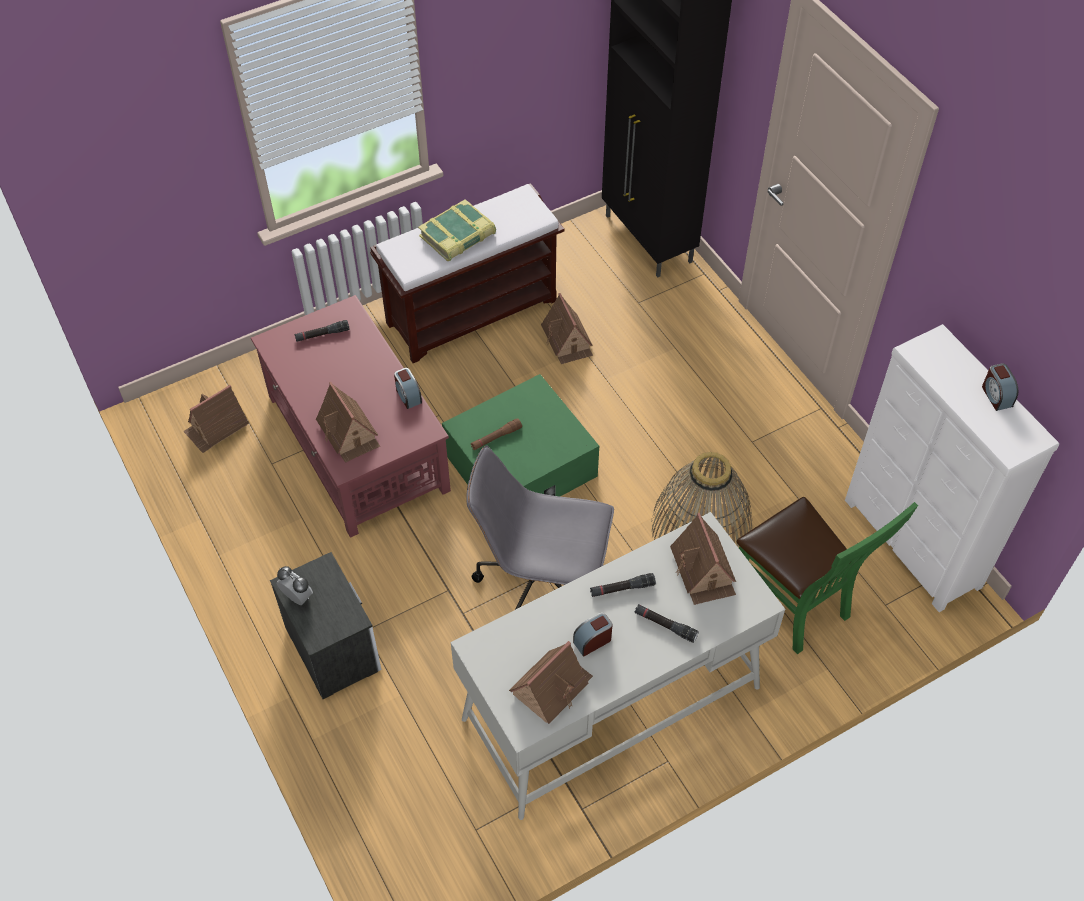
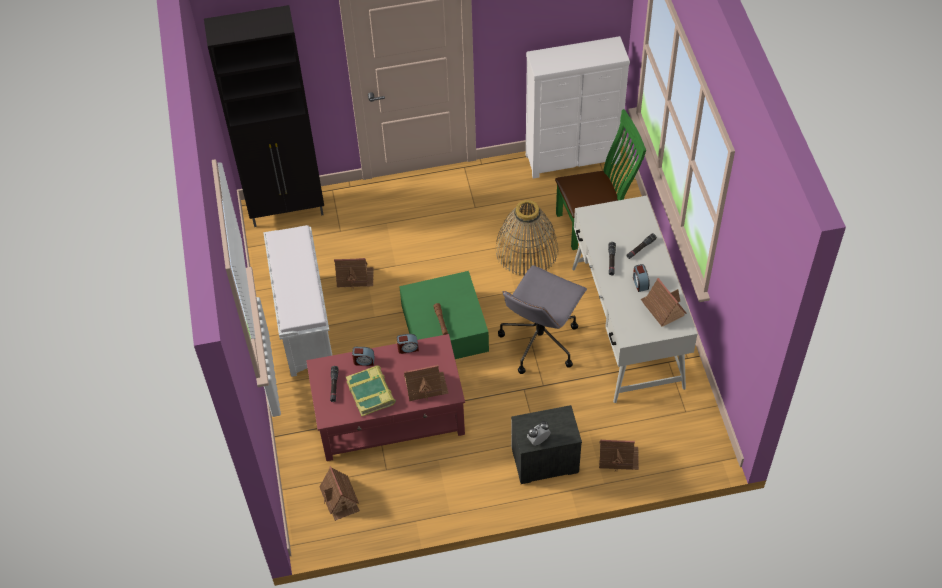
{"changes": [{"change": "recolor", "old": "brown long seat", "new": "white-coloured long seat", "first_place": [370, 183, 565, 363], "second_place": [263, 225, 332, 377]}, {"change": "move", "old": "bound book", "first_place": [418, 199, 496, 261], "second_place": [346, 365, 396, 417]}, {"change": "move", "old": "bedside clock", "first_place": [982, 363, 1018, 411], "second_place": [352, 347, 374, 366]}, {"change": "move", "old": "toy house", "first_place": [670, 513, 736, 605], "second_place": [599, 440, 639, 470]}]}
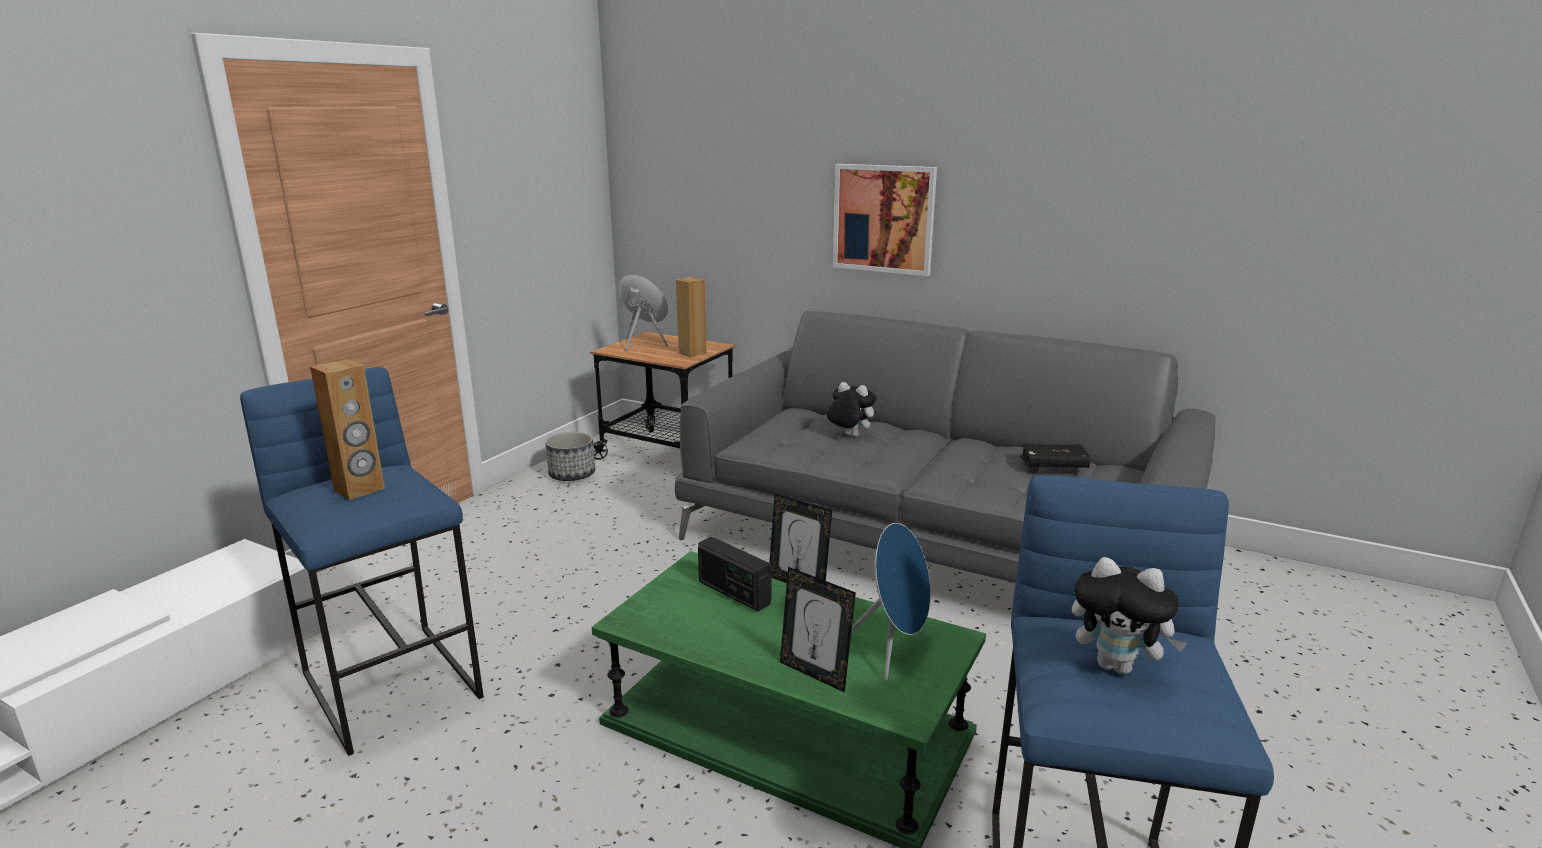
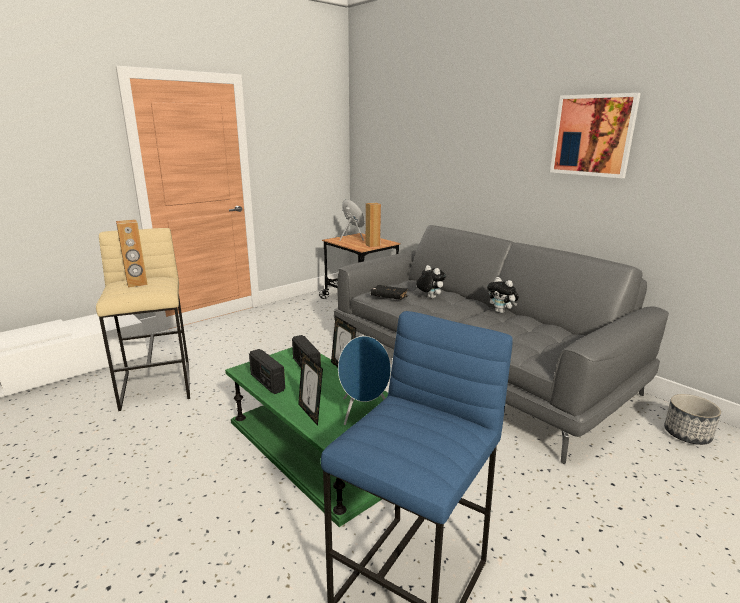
{"changes": [{"change": "move", "old": "picture", "first_place": [833, 164, 937, 276], "second_place": [550, 93, 641, 178]}, {"change": "recolor", "old": "blue stool seat", "new": "sand-coloured stool seat", "first_place": [240, 367, 484, 756], "second_place": [96, 228, 190, 411]}, {"change": "move", "old": "flower pot", "first_place": [545, 432, 595, 481], "second_place": [664, 394, 721, 445]}, {"change": "move", "old": "black-coloured bound book", "first_place": [1020, 443, 1090, 468], "second_place": [371, 285, 408, 300]}, {"change": "move", "old": "plush toy", "first_place": [1072, 557, 1187, 674], "second_place": [487, 277, 519, 313]}, {"change": "insert", "new": "radio set", "second_place": [249, 349, 285, 394]}]}
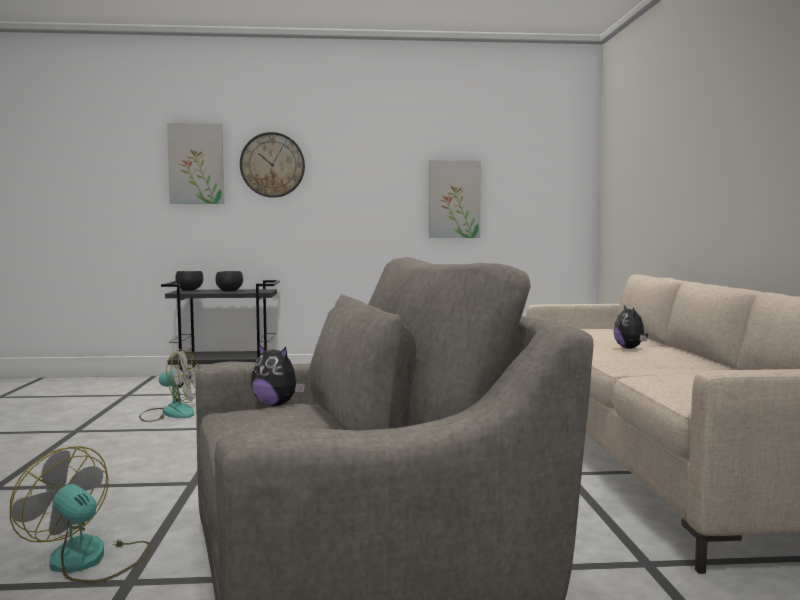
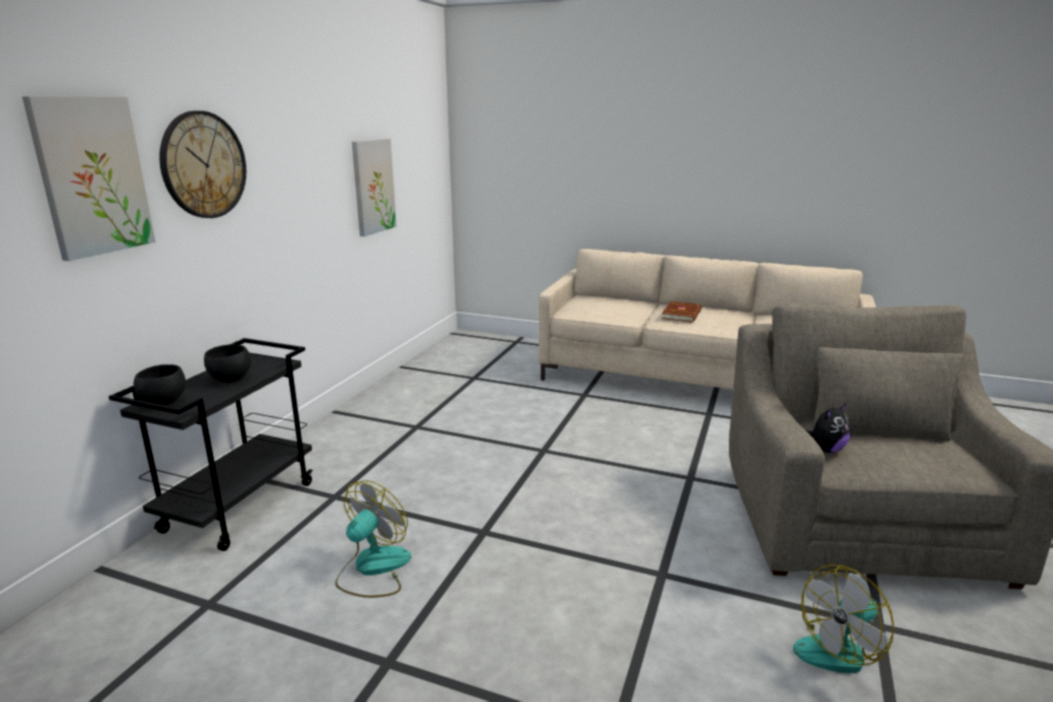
{"changes": [{"change": "replace", "old": "plush toy", "new": "brown bound book", "first_place": [614, 305, 648, 349], "second_place": [662, 301, 702, 323]}]}
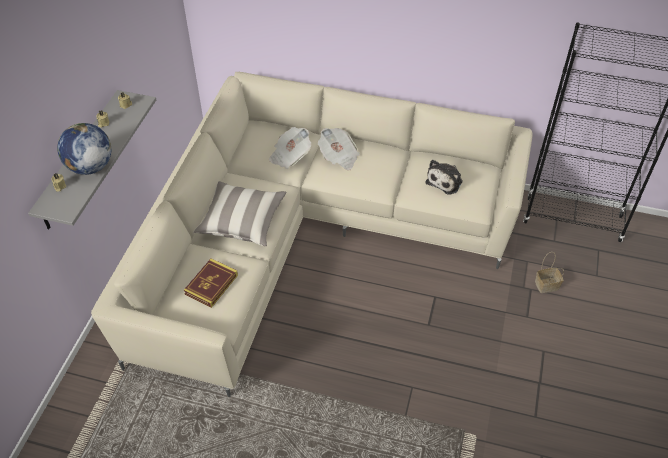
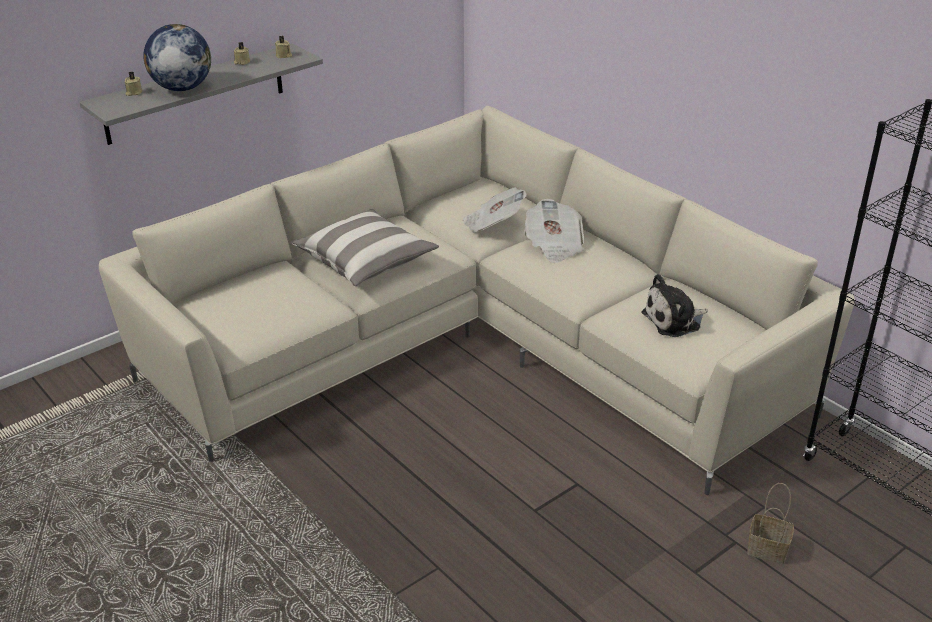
{"changes": [{"change": "delete", "old": "bound book", "first_place": [184, 258, 238, 308]}]}
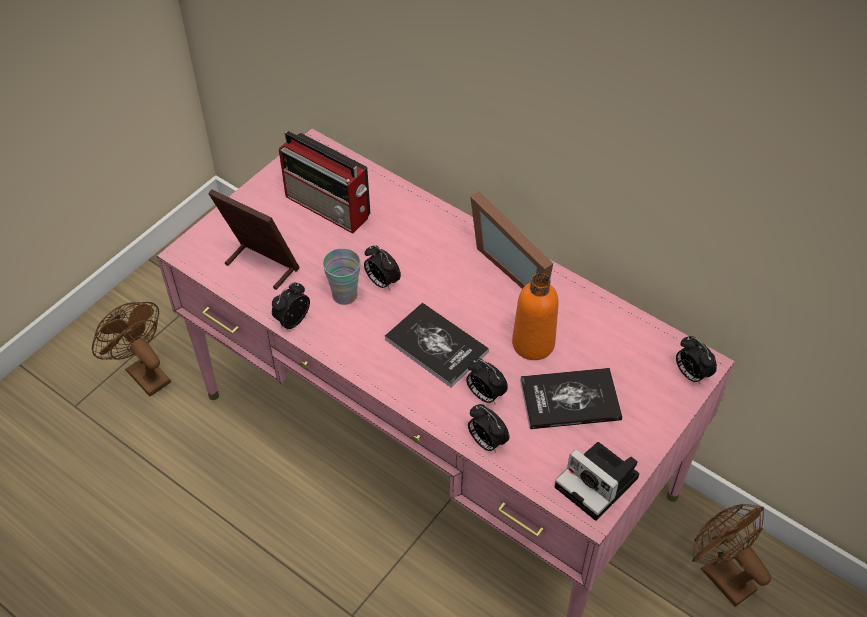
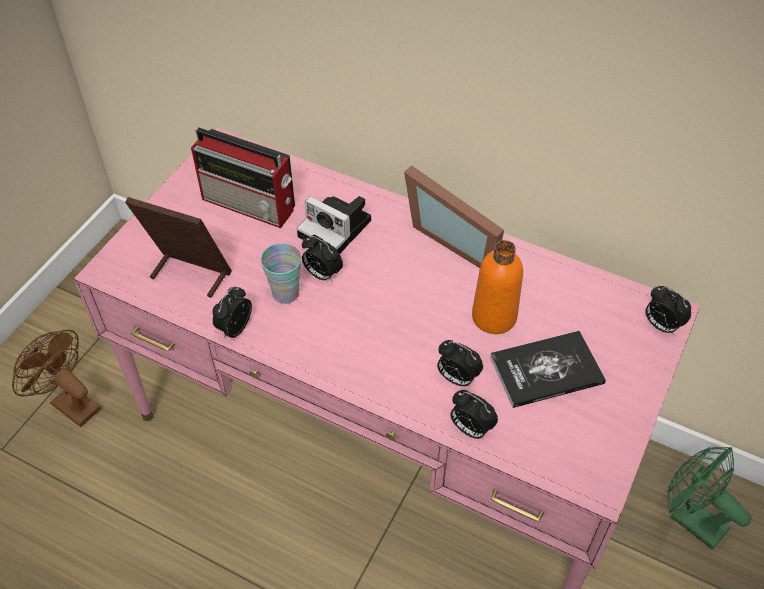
{"changes": [{"change": "delete", "old": "bound book", "first_place": [385, 303, 489, 388]}, {"change": "move", "old": "photo camera", "first_place": [555, 442, 639, 521], "second_place": [297, 196, 371, 254]}, {"change": "recolor", "old": "brown fan", "new": "greenish fan", "first_place": [692, 504, 771, 607], "second_place": [667, 447, 751, 549]}]}
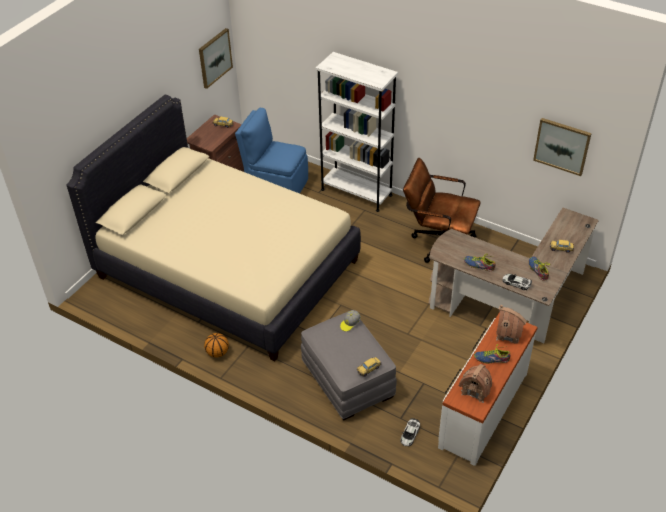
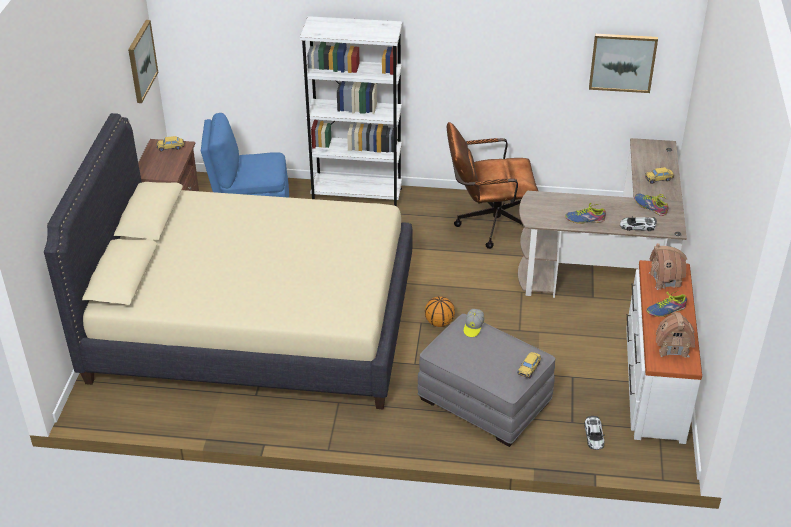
{"changes": [{"change": "move", "old": "ball for basketball", "first_place": [204, 333, 229, 357], "second_place": [425, 297, 455, 327]}]}
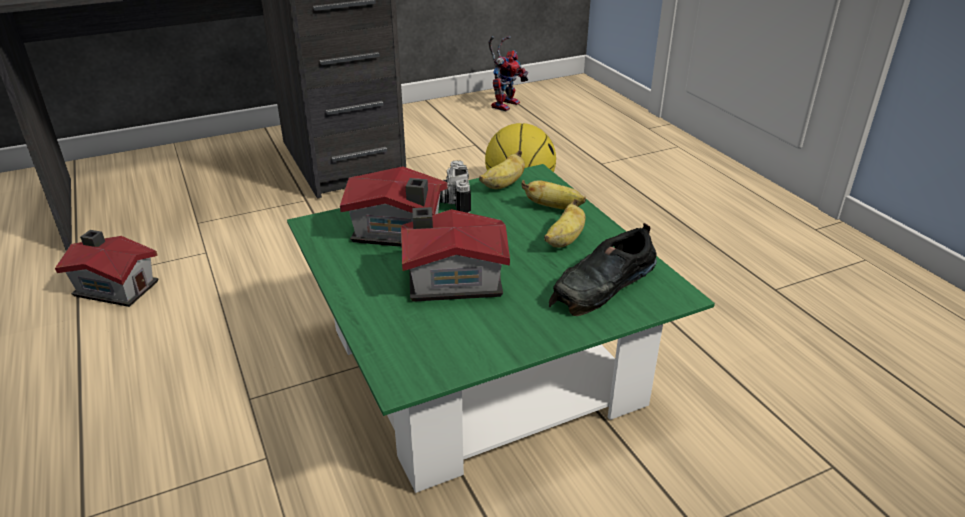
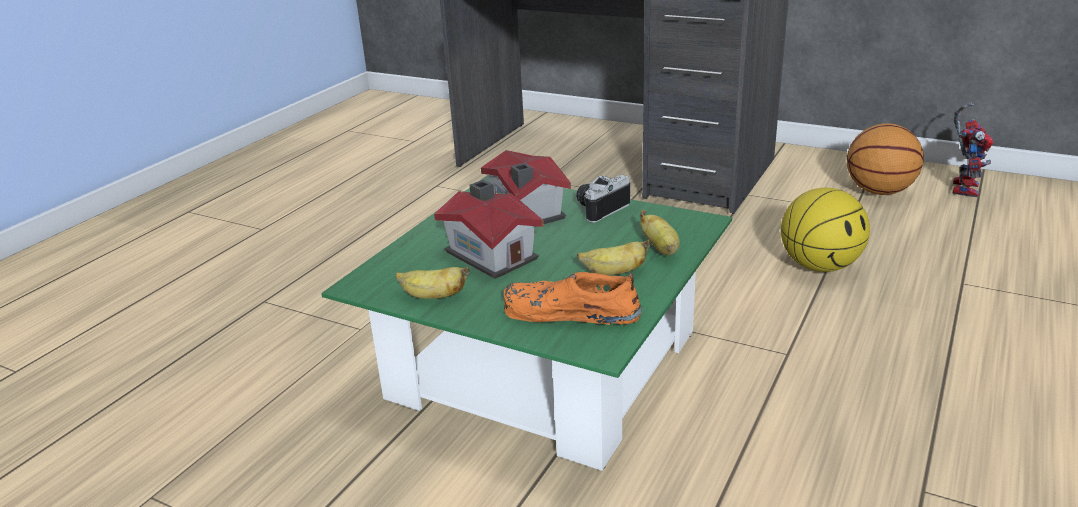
{"changes": [{"change": "rotate", "old": "model robot", "first_place": [488, 36, 528, 111], "second_place": [953, 102, 994, 198], "degrees": -60}, {"change": "move", "old": "banana", "first_place": [479, 150, 525, 189], "second_place": [396, 266, 470, 299]}, {"change": "recolor", "old": "black-coloured low shoe", "new": "orange low shoe", "first_place": [549, 223, 657, 316], "second_place": [504, 272, 642, 325]}, {"change": "delete", "old": "toy house", "first_place": [55, 230, 159, 307]}, {"change": "insert", "new": "ball for basketball", "second_place": [847, 123, 924, 195]}]}
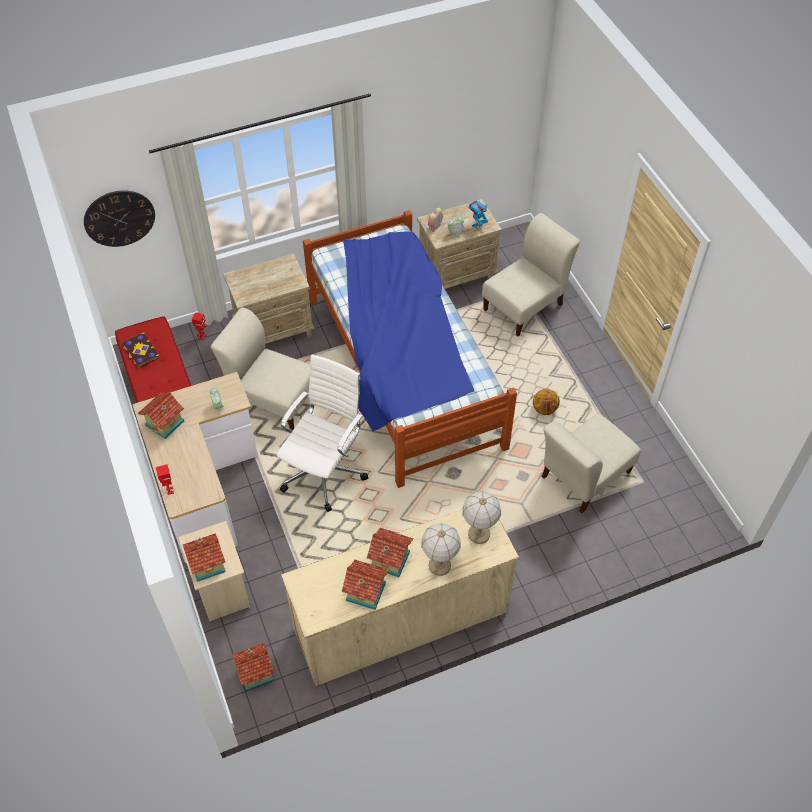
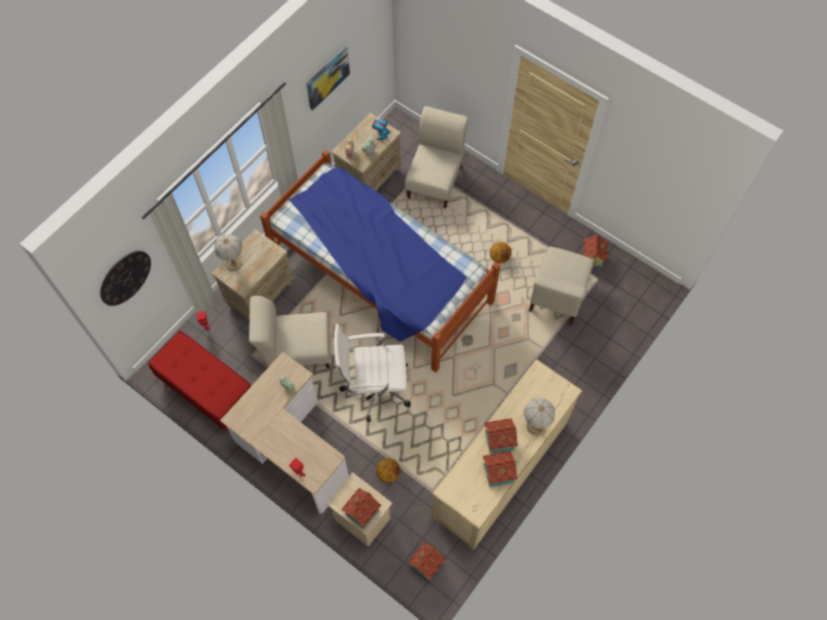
{"changes": [{"change": "delete", "old": "bound book", "first_place": [123, 332, 160, 368]}, {"change": "rotate", "old": "white-coloured desk chair", "first_place": [277, 355, 368, 512], "second_place": [334, 324, 411, 422], "degrees": -90}, {"change": "move", "old": "toy house", "first_place": [138, 391, 184, 439], "second_place": [583, 234, 608, 267]}, {"change": "move", "old": "tabletop lamp", "first_place": [462, 491, 501, 544], "second_place": [214, 234, 242, 271]}, {"change": "insert", "new": "picture", "second_place": [306, 47, 350, 110]}, {"change": "insert", "new": "ball for basketball", "second_place": [376, 458, 400, 483]}]}
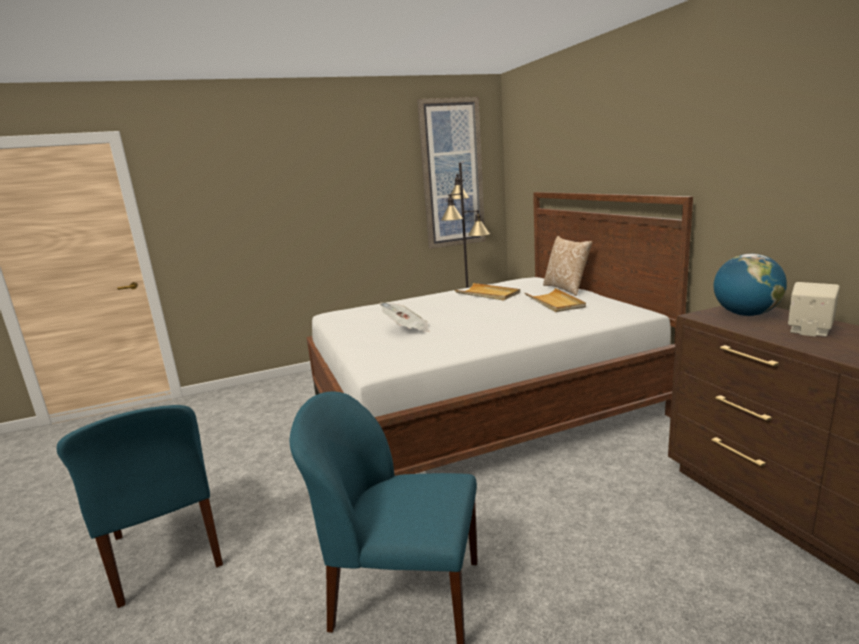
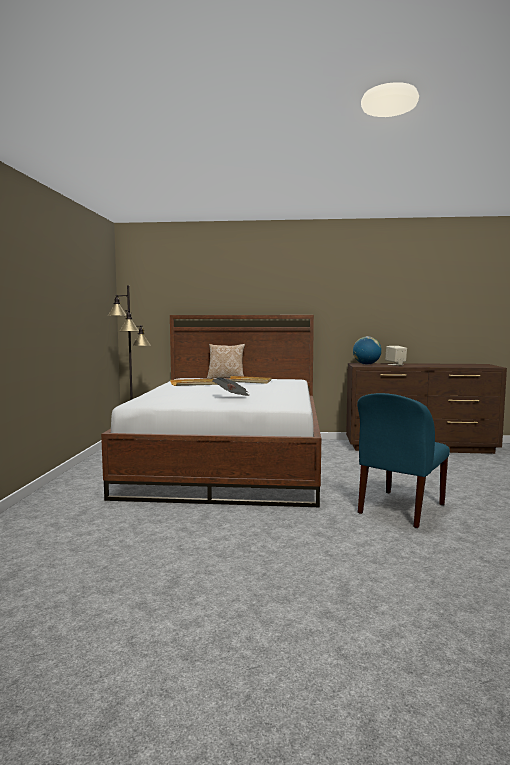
{"changes": [{"change": "delete", "old": "picture", "first_place": [417, 97, 485, 249]}, {"change": "delete", "old": "blue plain chair", "first_place": [57, 405, 223, 608]}]}
